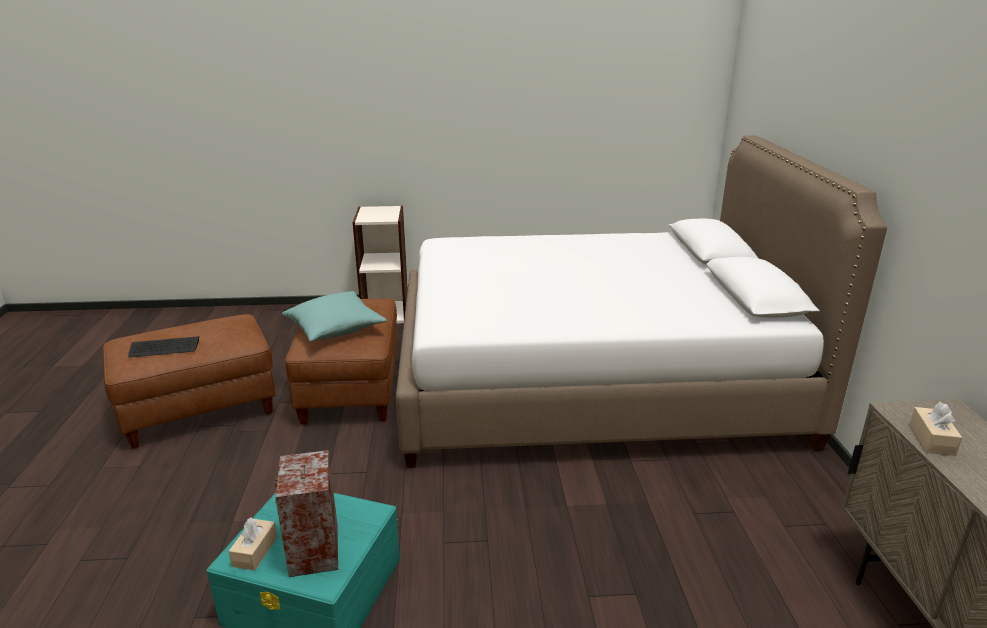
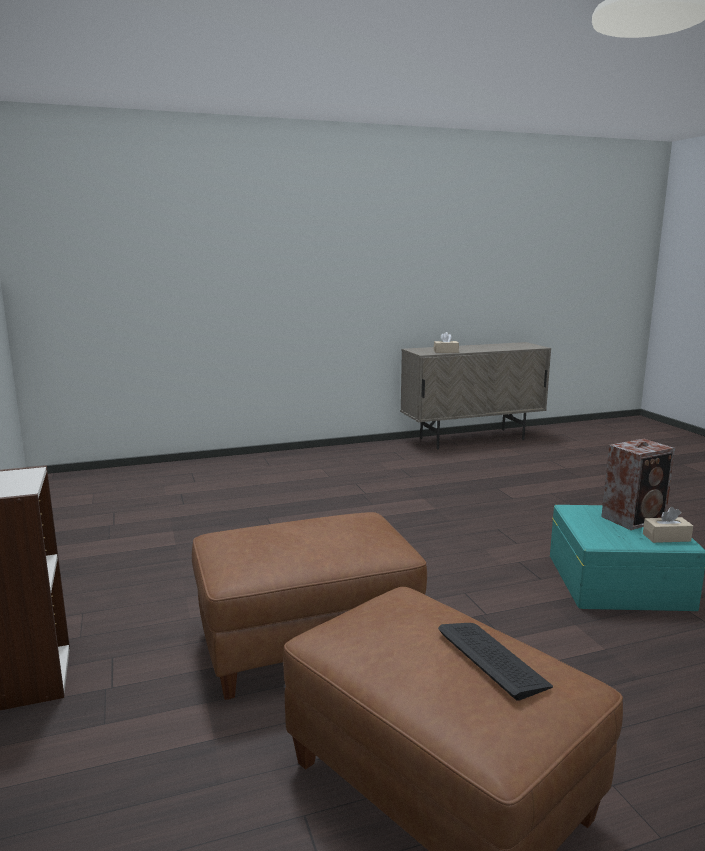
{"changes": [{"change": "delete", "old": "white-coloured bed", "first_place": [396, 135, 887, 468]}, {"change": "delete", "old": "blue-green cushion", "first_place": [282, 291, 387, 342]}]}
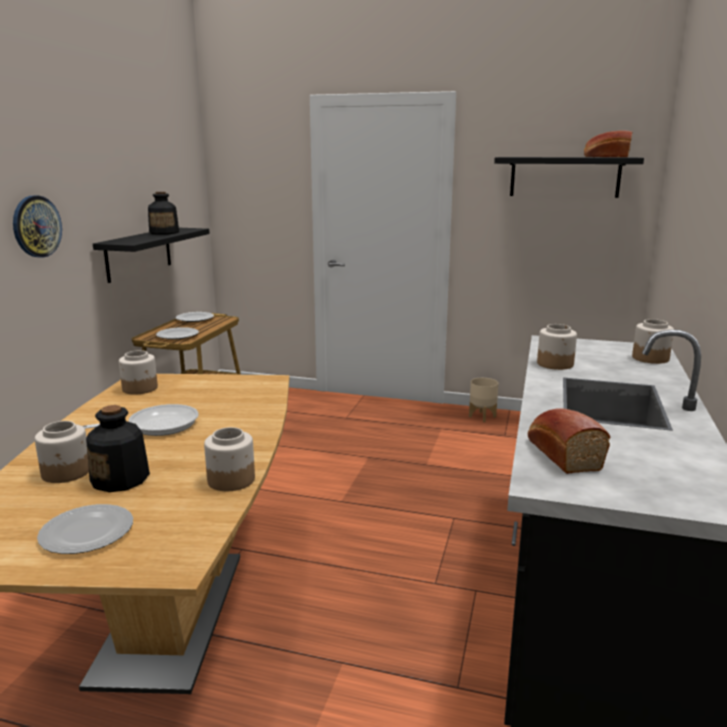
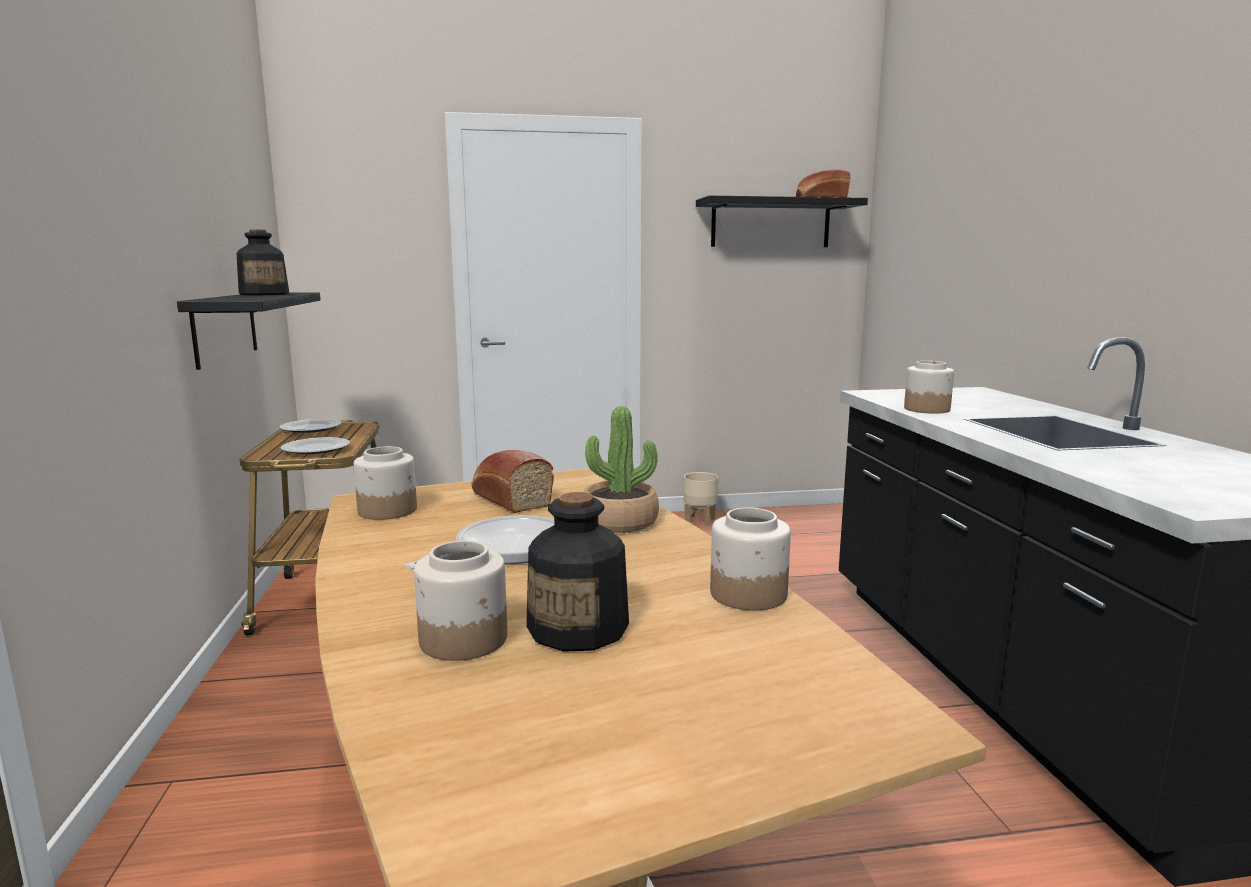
{"changes": [{"change": "delete", "old": "wall clock", "first_place": [13, 195, 62, 258]}, {"change": "delete", "old": "storage jar", "first_place": [632, 319, 674, 364]}, {"change": "move", "old": "bread", "first_place": [528, 408, 610, 474], "second_place": [472, 450, 554, 513]}, {"change": "delete", "old": "flat dish", "first_place": [37, 504, 133, 554]}, {"change": "insert", "new": "potted plant", "second_place": [584, 406, 659, 533]}]}
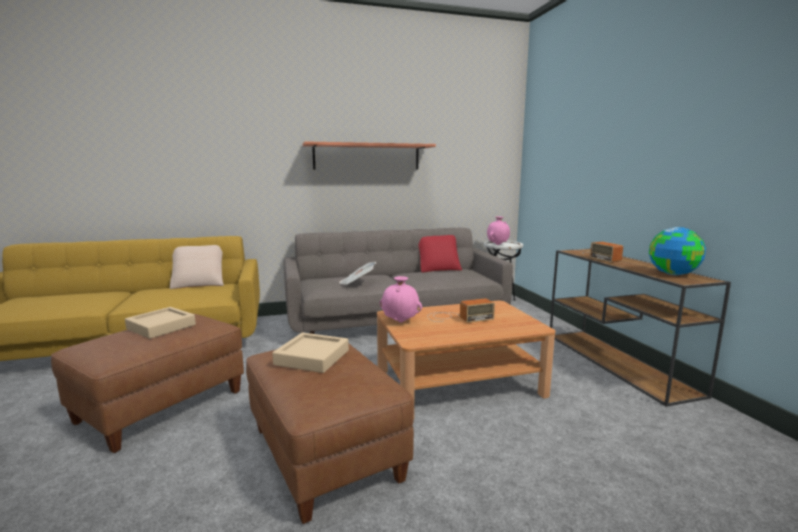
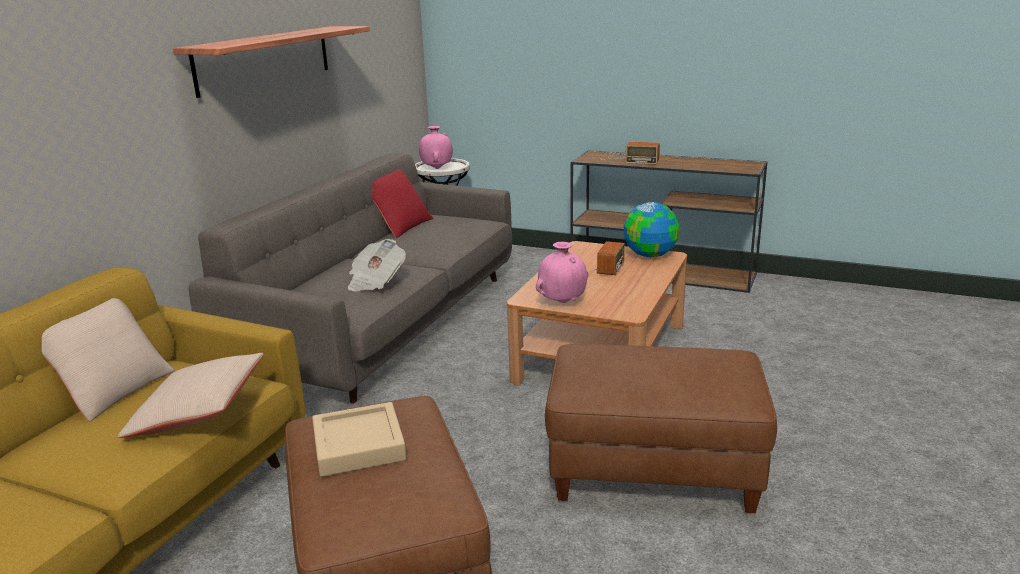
{"changes": [{"change": "move", "old": "desk globe", "first_place": [649, 227, 706, 275], "second_place": [624, 202, 679, 257]}, {"change": "delete", "old": "sand-coloured tray", "first_place": [272, 333, 349, 373]}, {"change": "insert", "new": "sand-coloured cushion", "second_place": [118, 353, 264, 438]}]}
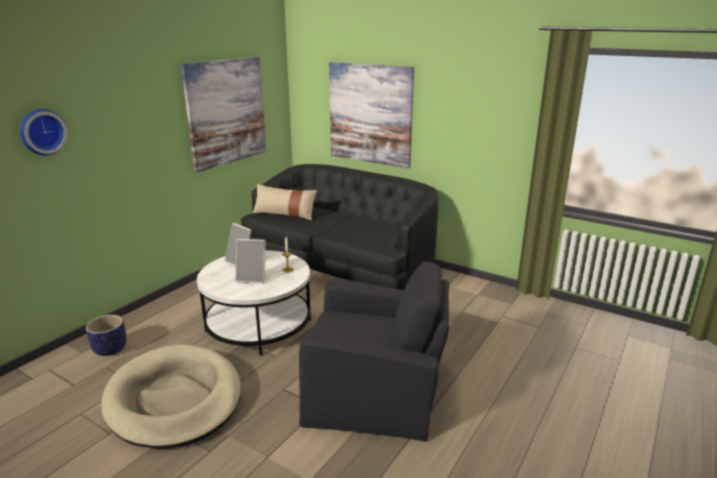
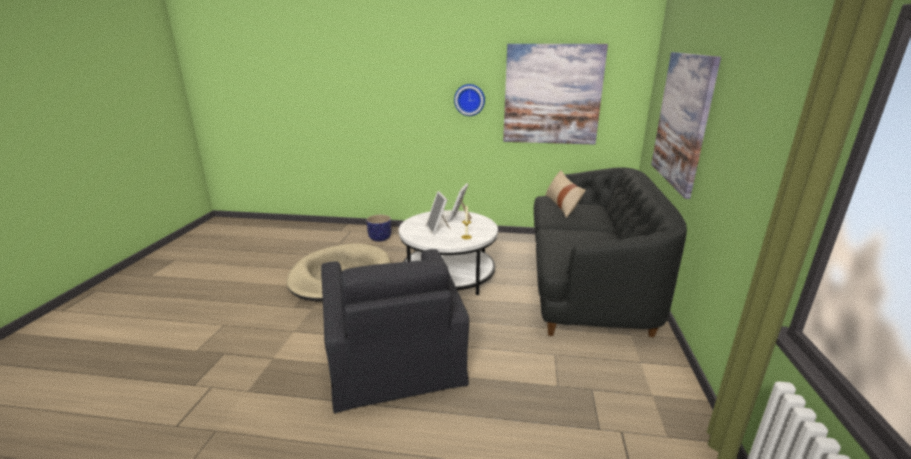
{"changes": [{"change": "move", "old": "wall clock", "first_place": [20, 109, 68, 156], "second_place": [454, 84, 485, 116]}]}
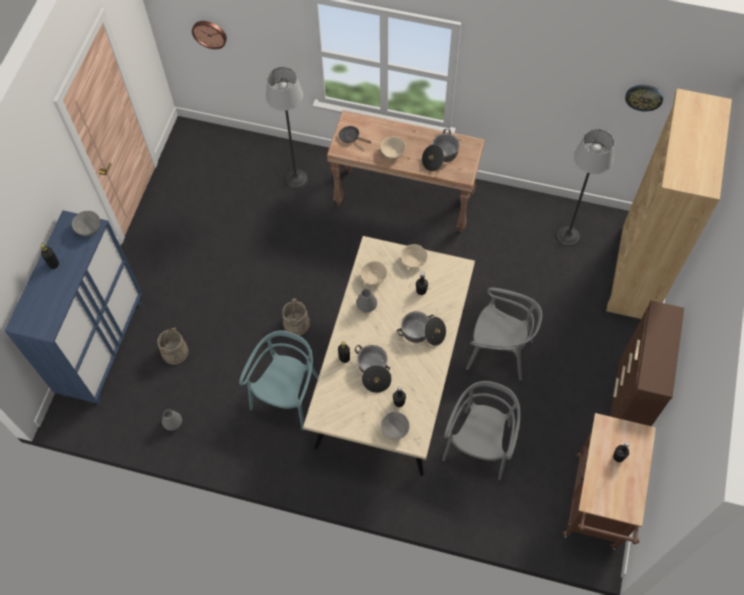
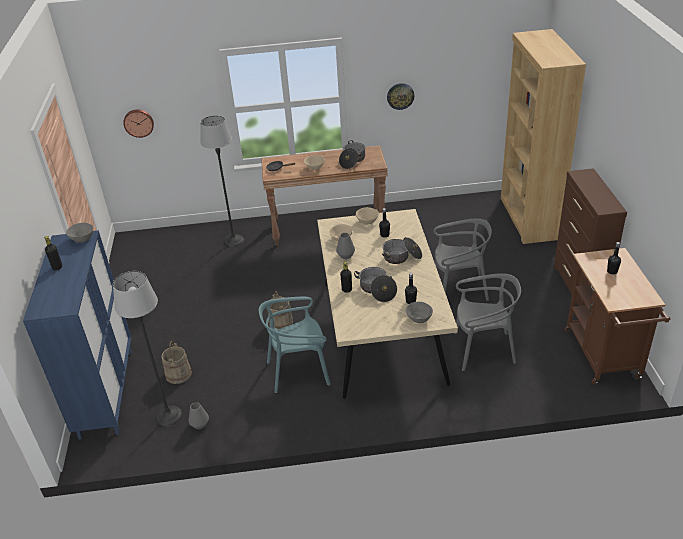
{"changes": [{"change": "move", "old": "wall clock", "first_place": [625, 85, 663, 112], "second_place": [387, 83, 414, 110]}, {"change": "move", "old": "standing lamp", "first_place": [555, 129, 614, 247], "second_place": [113, 271, 183, 427]}, {"change": "rotate", "old": "blue-green plain chair", "first_place": [239, 330, 319, 430], "second_place": [259, 297, 331, 393], "degrees": -105}, {"change": "rotate", "old": "gray plain chair", "first_place": [442, 381, 521, 480], "second_place": [454, 273, 521, 371], "degrees": 90}]}
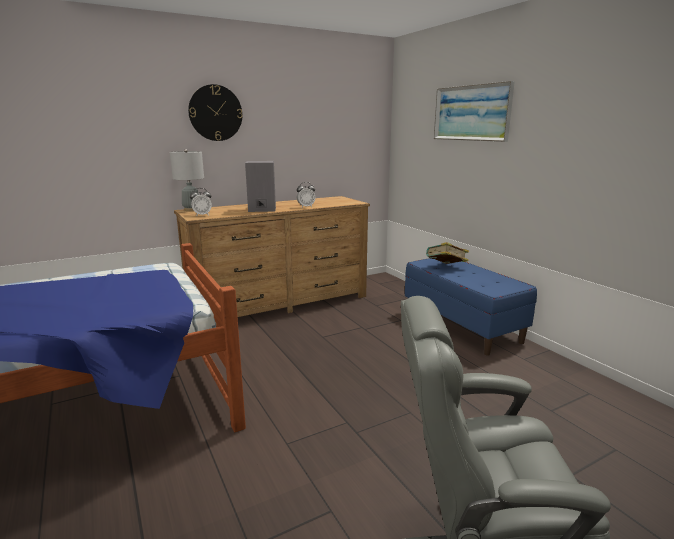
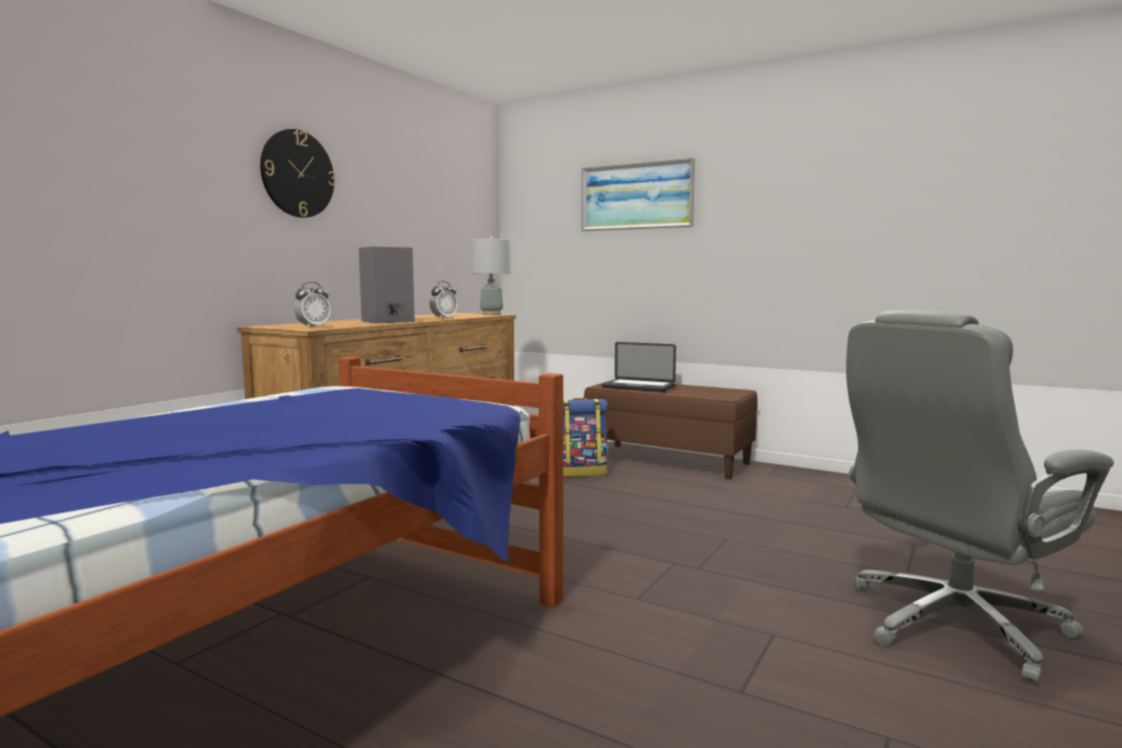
{"changes": [{"change": "move", "old": "gray tabletop lamp", "first_place": [170, 149, 204, 211], "second_place": [471, 237, 511, 315]}, {"change": "replace", "old": "bound book", "new": "portable computer", "first_place": [426, 242, 469, 264], "second_place": [602, 342, 676, 392]}, {"change": "recolor", "old": "blue long seat", "new": "brown long seat", "first_place": [405, 258, 537, 356], "second_place": [584, 381, 758, 479]}, {"change": "insert", "new": "knapsack", "second_place": [563, 398, 608, 477]}]}
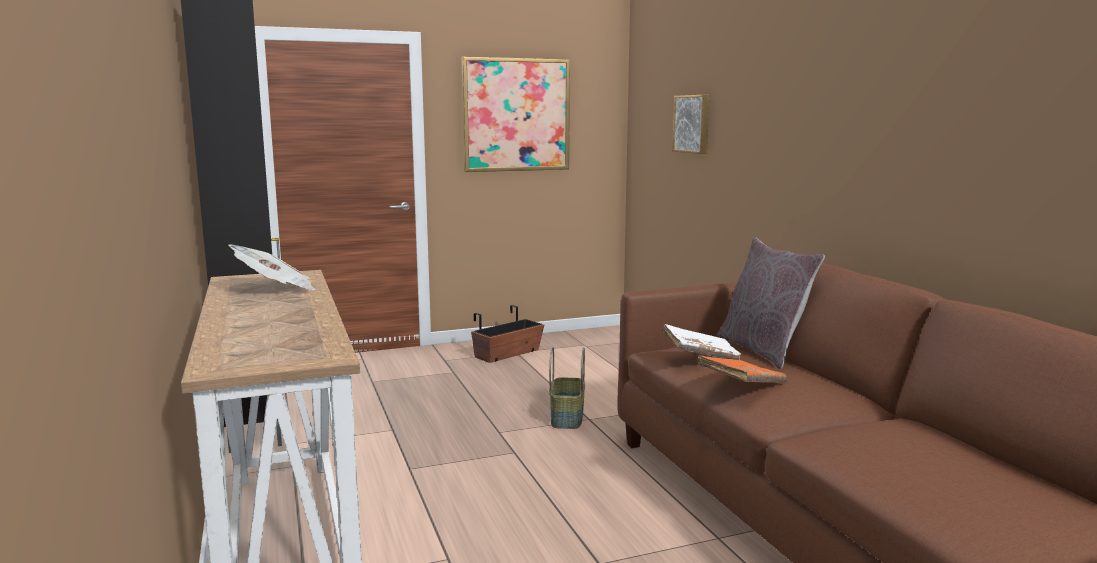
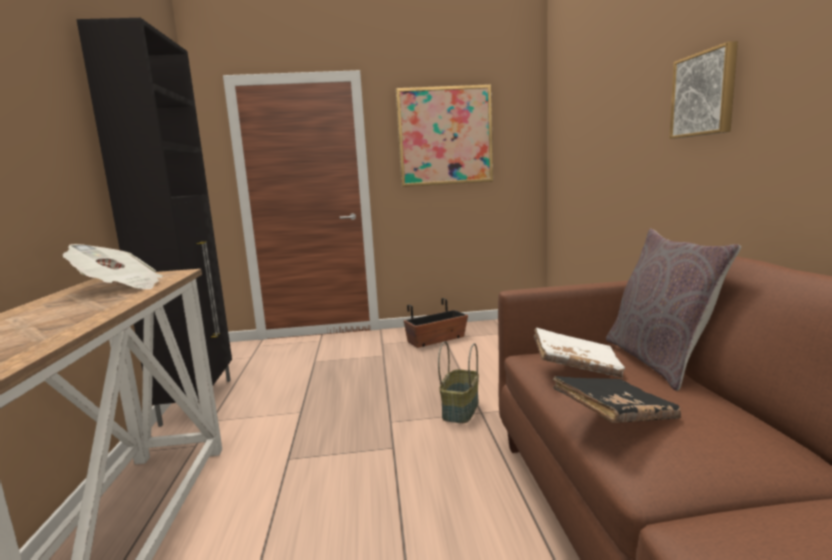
{"changes": [{"change": "move", "old": "picture", "first_place": [672, 95, 709, 154], "second_place": [669, 41, 738, 139]}, {"change": "recolor", "old": "orange bound book", "new": "black-coloured bound book", "first_place": [698, 355, 787, 383], "second_place": [553, 376, 681, 423]}]}
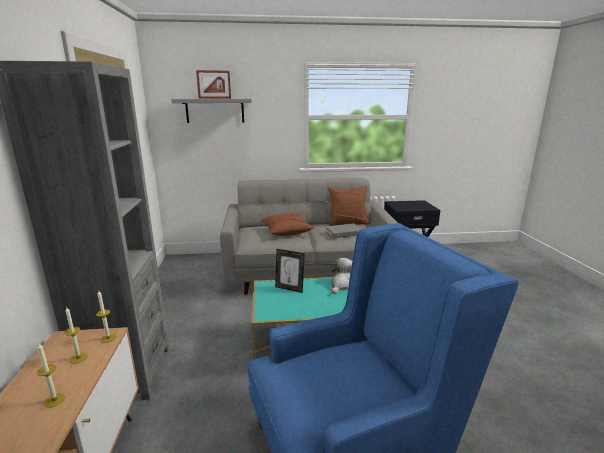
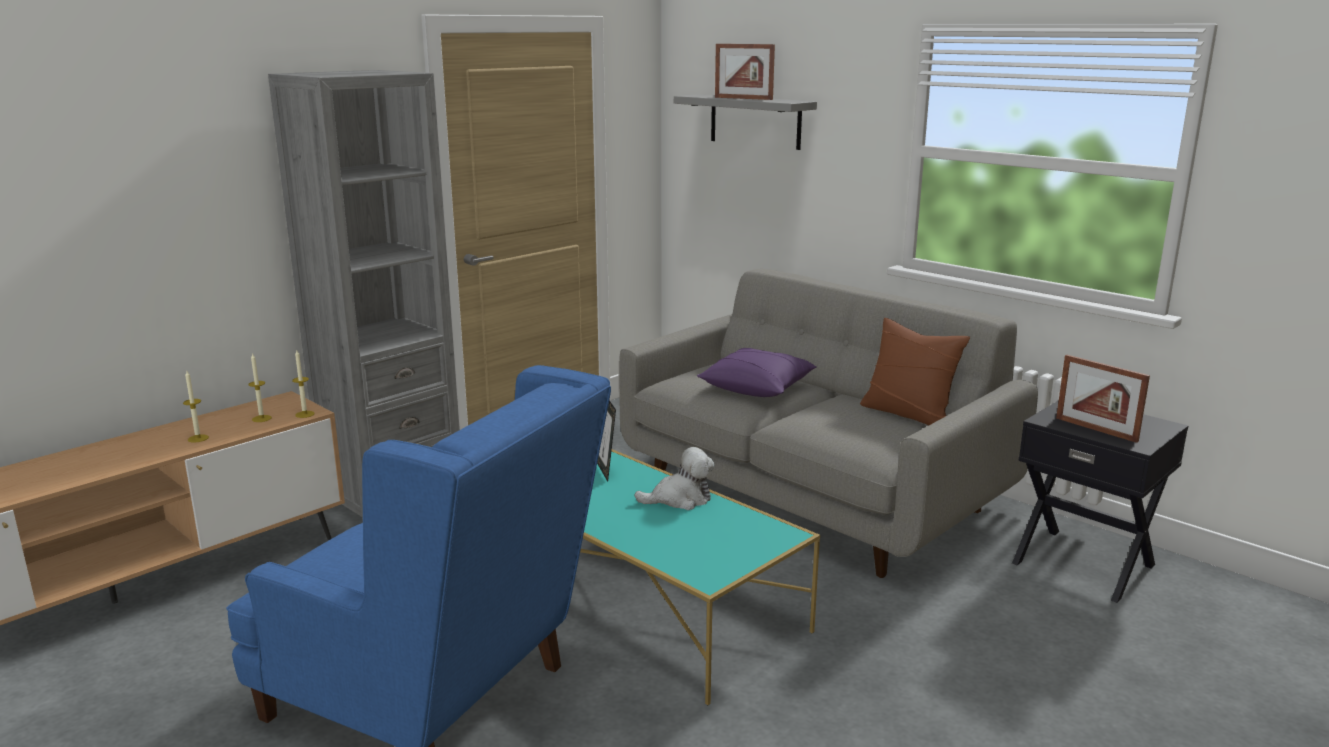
{"changes": [{"change": "recolor", "old": "brown cushion", "new": "purplish cushion", "first_place": [261, 213, 314, 236], "second_place": [697, 348, 817, 397]}, {"change": "delete", "old": "gray bound book", "first_place": [325, 223, 361, 239]}, {"change": "insert", "new": "standing frame", "second_place": [1056, 355, 1150, 443]}]}
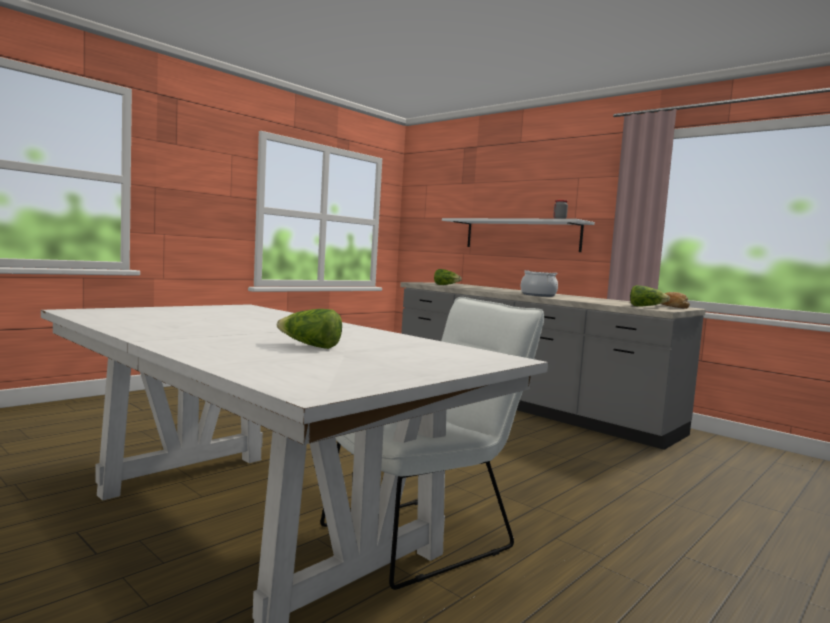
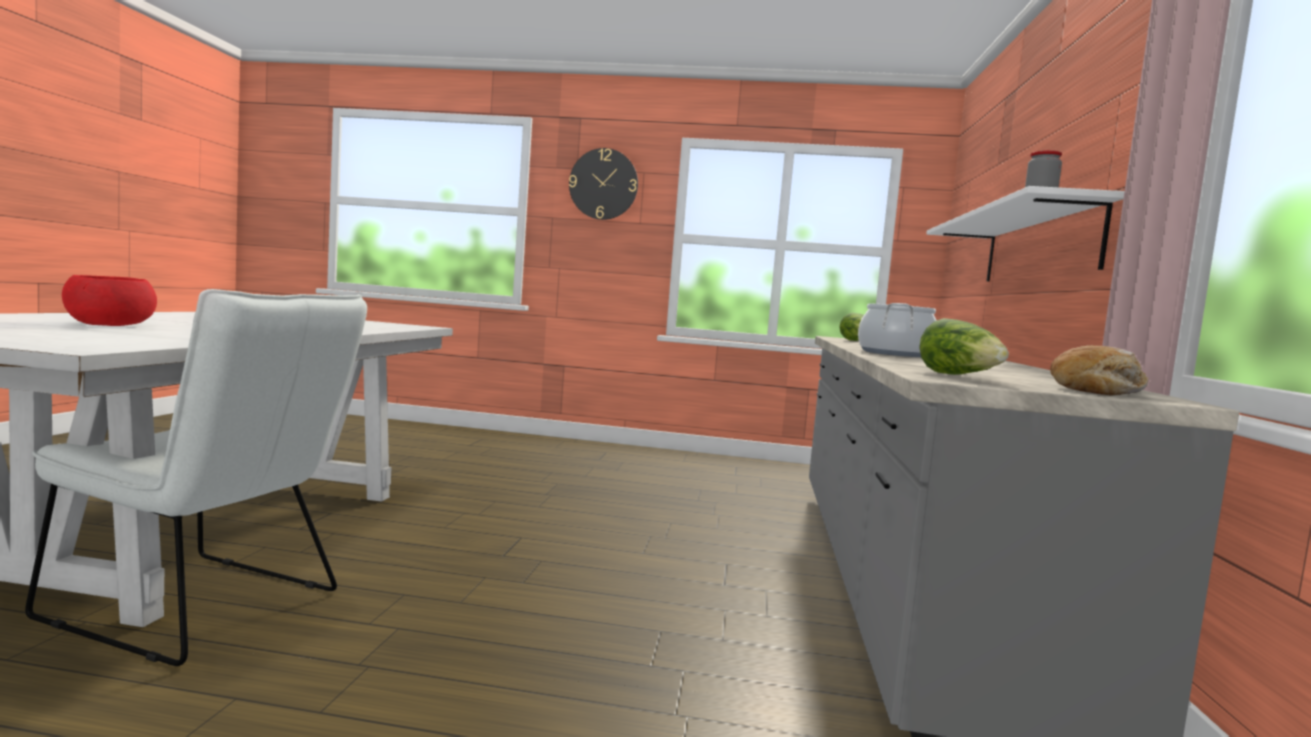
{"changes": [{"change": "replace", "old": "lettuce head", "new": "red-coloured bowl", "first_place": [277, 309, 342, 349], "second_place": [62, 275, 157, 326]}, {"change": "insert", "new": "wall clock", "second_place": [569, 148, 638, 220]}]}
